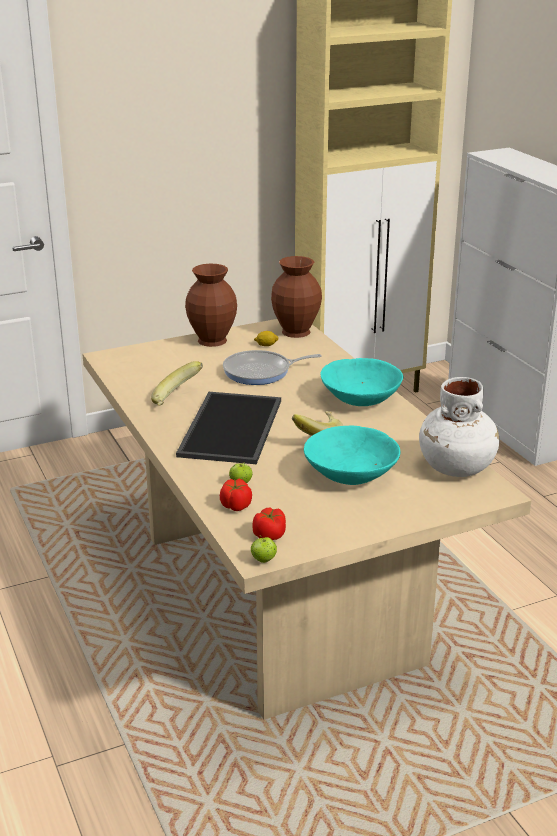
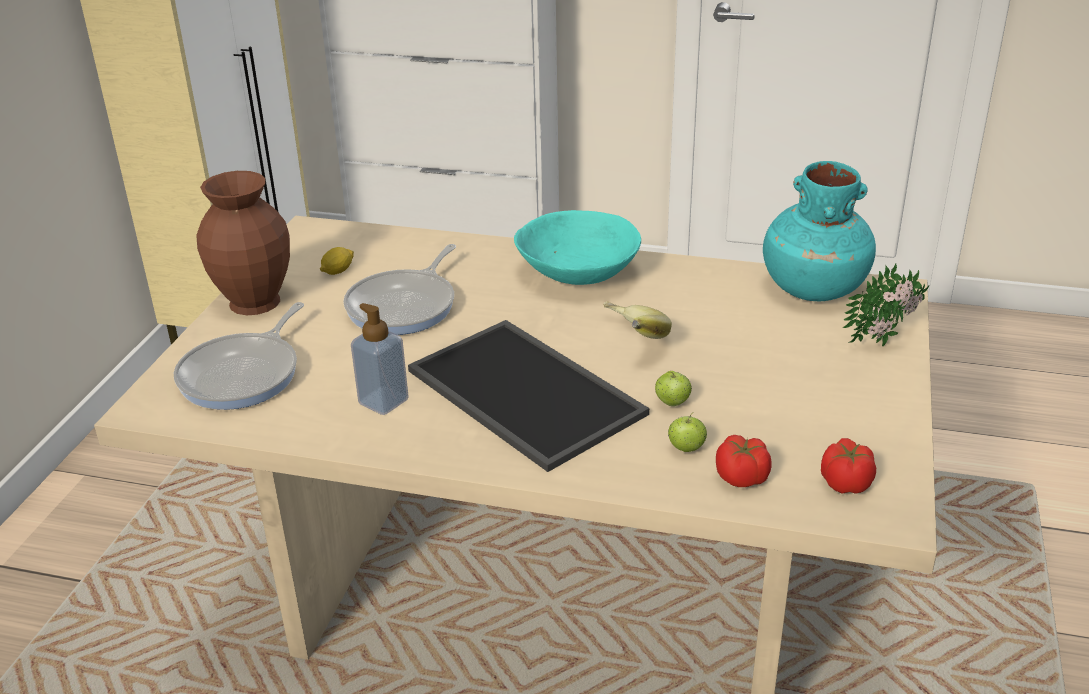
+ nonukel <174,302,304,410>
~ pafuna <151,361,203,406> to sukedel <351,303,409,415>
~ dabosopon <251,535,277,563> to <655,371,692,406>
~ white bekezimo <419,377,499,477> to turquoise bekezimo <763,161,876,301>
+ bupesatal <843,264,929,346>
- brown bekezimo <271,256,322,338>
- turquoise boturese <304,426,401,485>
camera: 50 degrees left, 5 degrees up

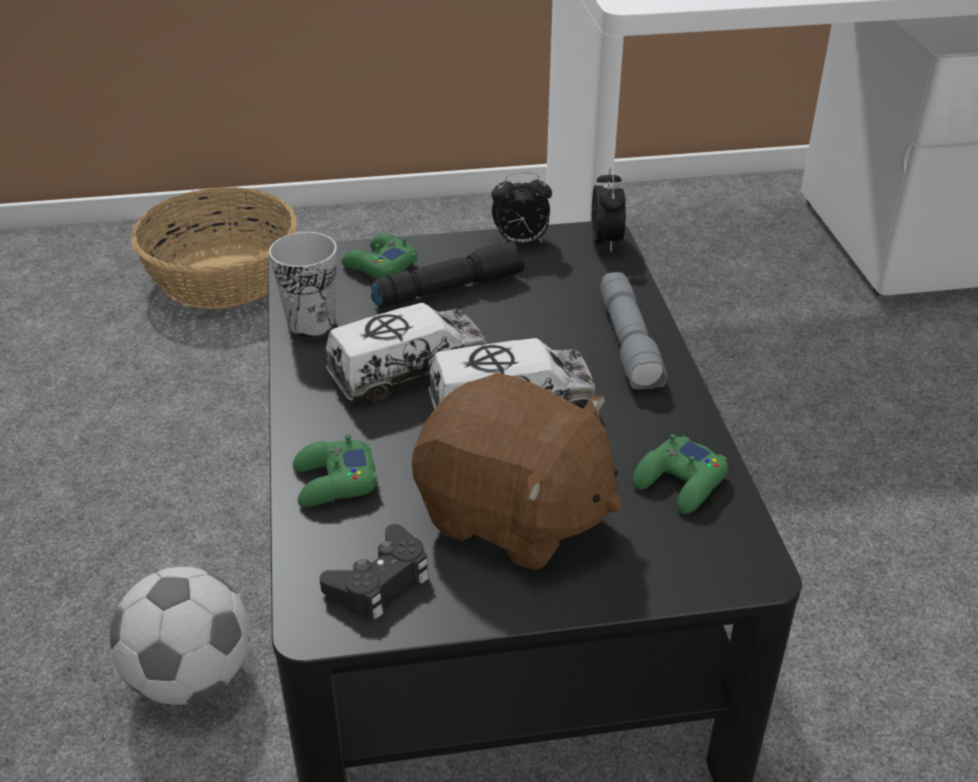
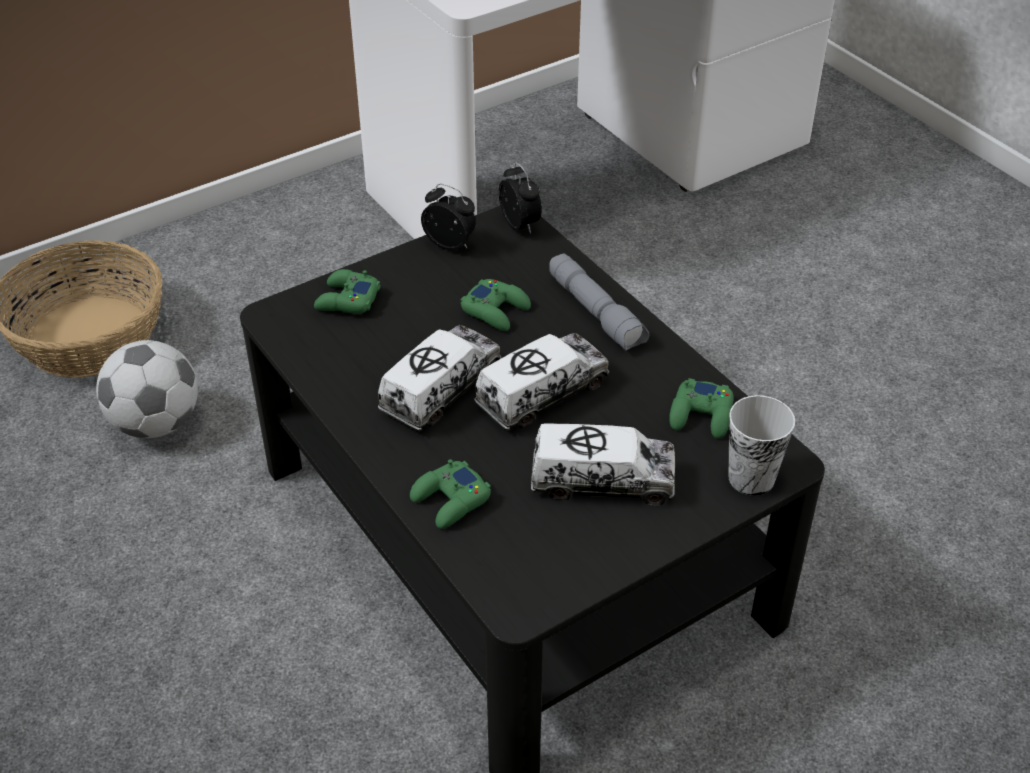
~ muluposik <110,567,249,705> to <96,340,198,438>
~ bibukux <491,172,552,244> = <421,184,476,251> 120 degrees counterclockwise
+ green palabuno <461,279,531,331>
~ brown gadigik <412,373,622,571> to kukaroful <531,423,675,506>
~ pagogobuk <269,232,337,338> to <729,395,795,496>
- black palabuno <320,524,429,619>
- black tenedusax <370,242,525,308>
camera: 25 degrees left, 5 degrees up

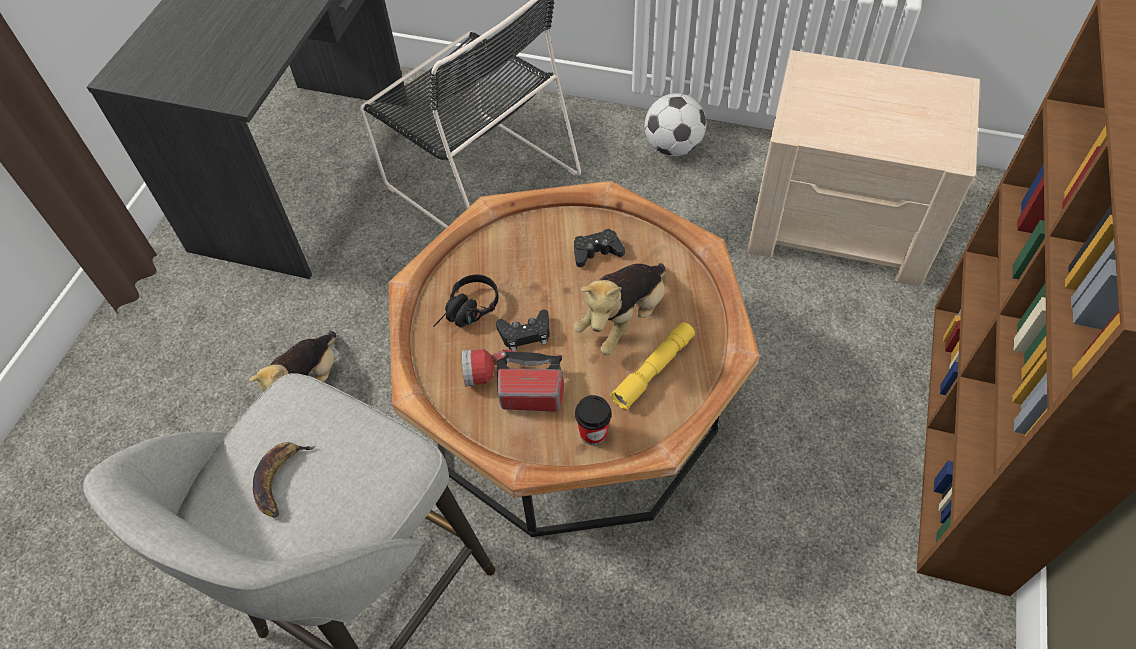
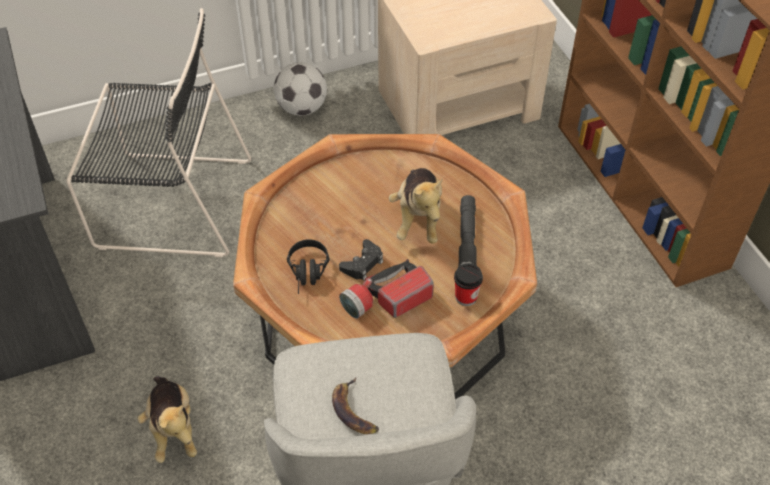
~ yellow tenedusax <610,322,695,410> to grey tenedusax <458,195,477,267>
- black palabuno <574,229,625,267>
camera: 40 degrees left, 5 degrees down

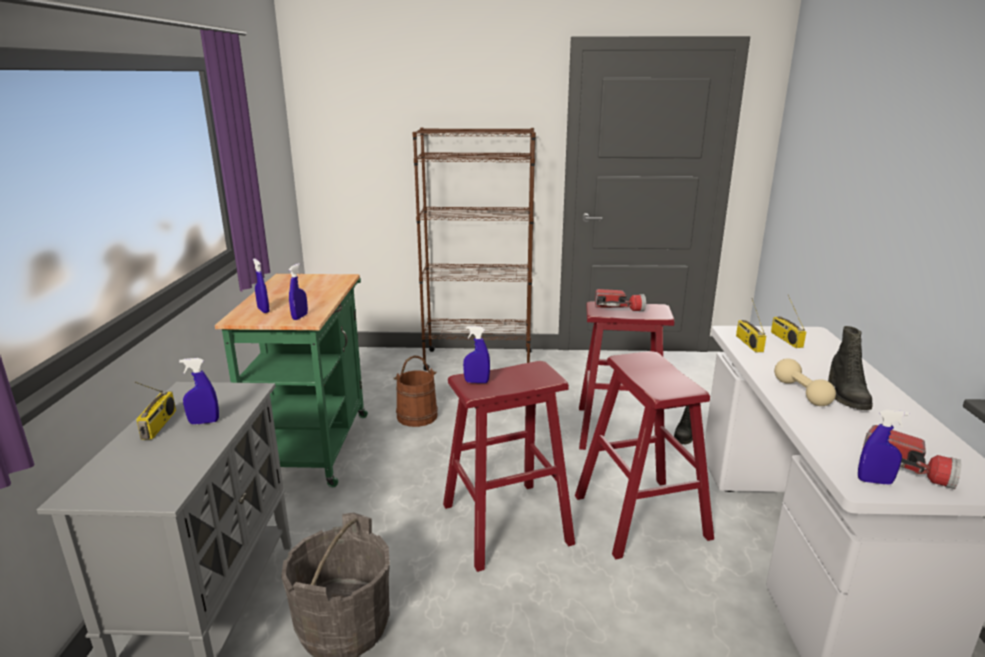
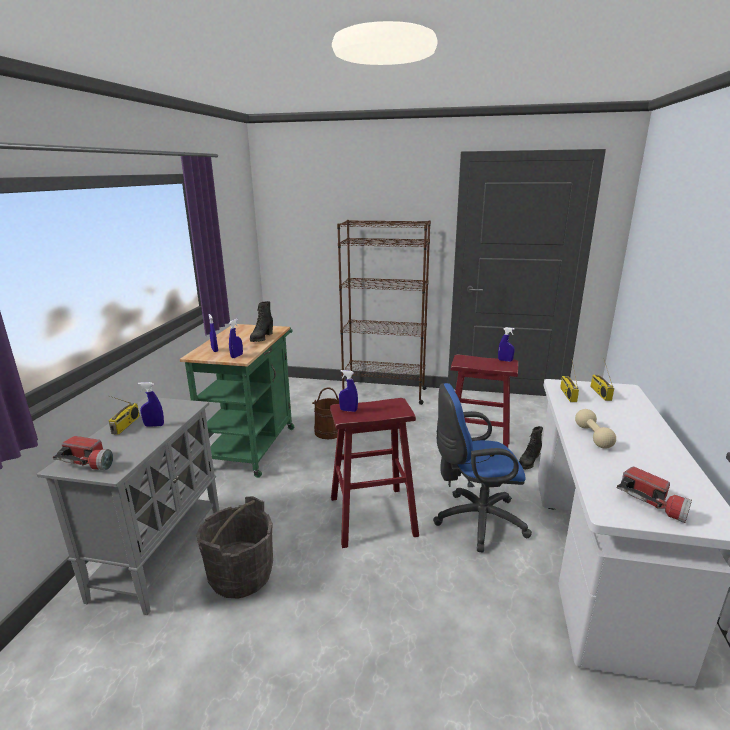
~ tenedusax <595,289,646,311> to <53,436,113,470>
~ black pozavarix <828,326,873,410> to <250,301,273,342>
~ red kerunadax <575,351,714,559> to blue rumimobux <433,383,532,553>
~ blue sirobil <858,409,909,485> to <498,327,515,362>
camera: 10 degrees right, 0 degrees up

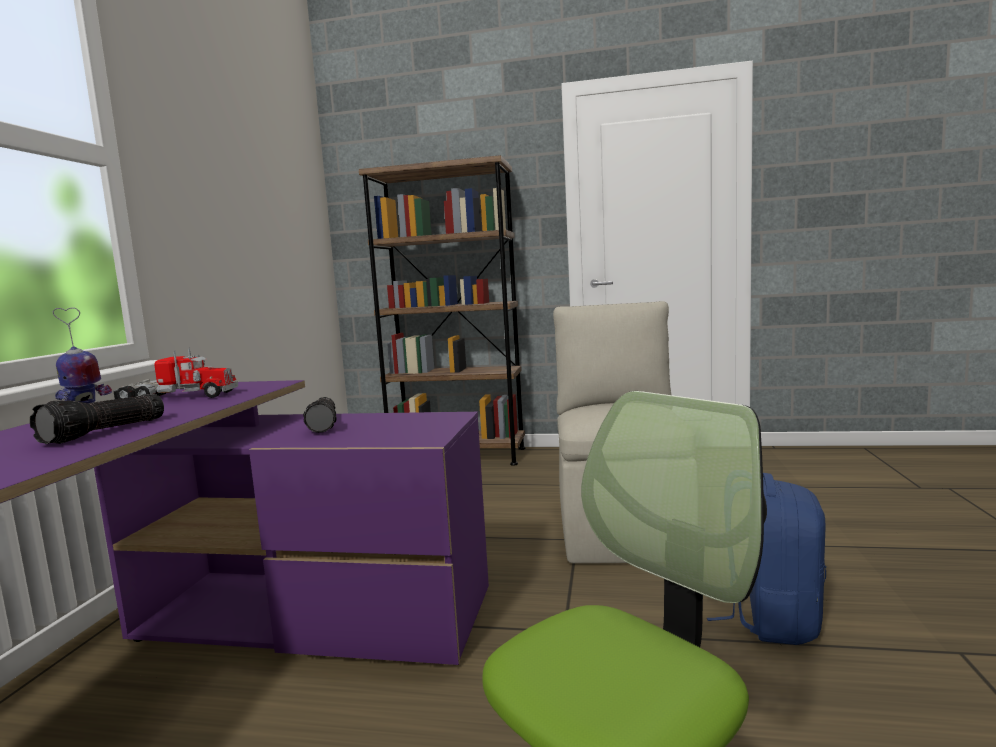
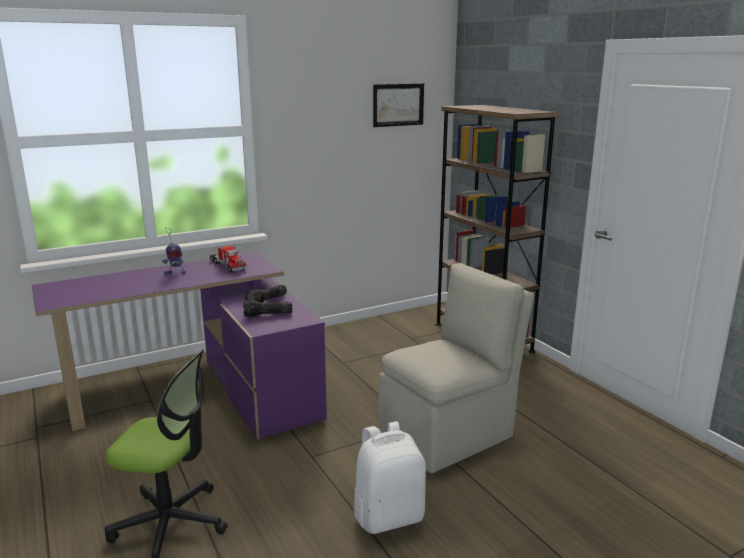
~ tenedusax <30,394,164,444> to <243,300,292,317>
~ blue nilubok <707,473,826,645> to white nilubok <354,422,426,534>
+ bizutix <373,84,424,127>
camera: 50 degrees right, 10 degrees up

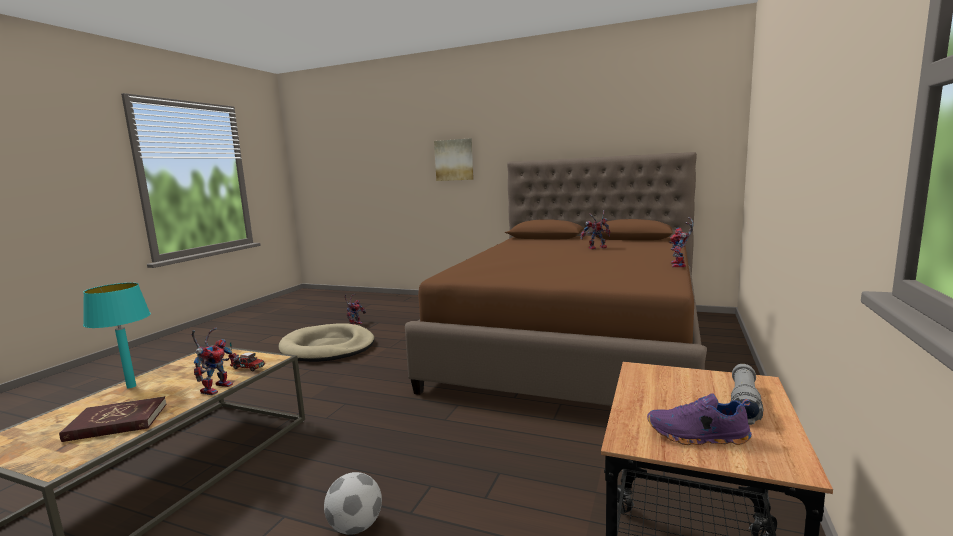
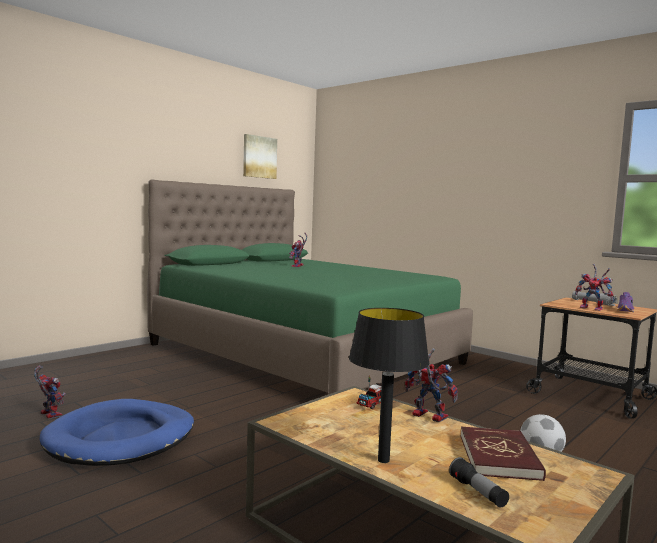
~ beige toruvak <279,323,375,362> to blue toruvak <40,399,194,466>
~ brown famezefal <405,152,707,406> to green famezefal <147,180,473,394>
~ bizutix <434,138,474,181> to <243,134,277,179>
~ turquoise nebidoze <83,283,151,388> to black nebidoze <349,308,429,463>
+ tenedusax <449,457,509,508>
~ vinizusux <669,217,694,267> to <575,263,614,311>
camera: 70 degrees left, 5 degrees down

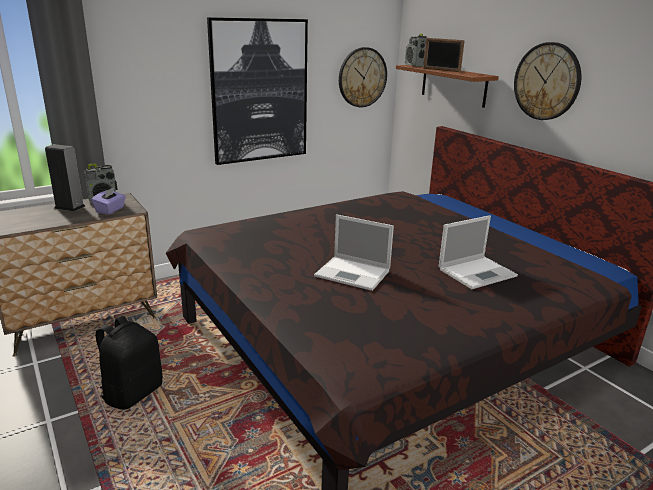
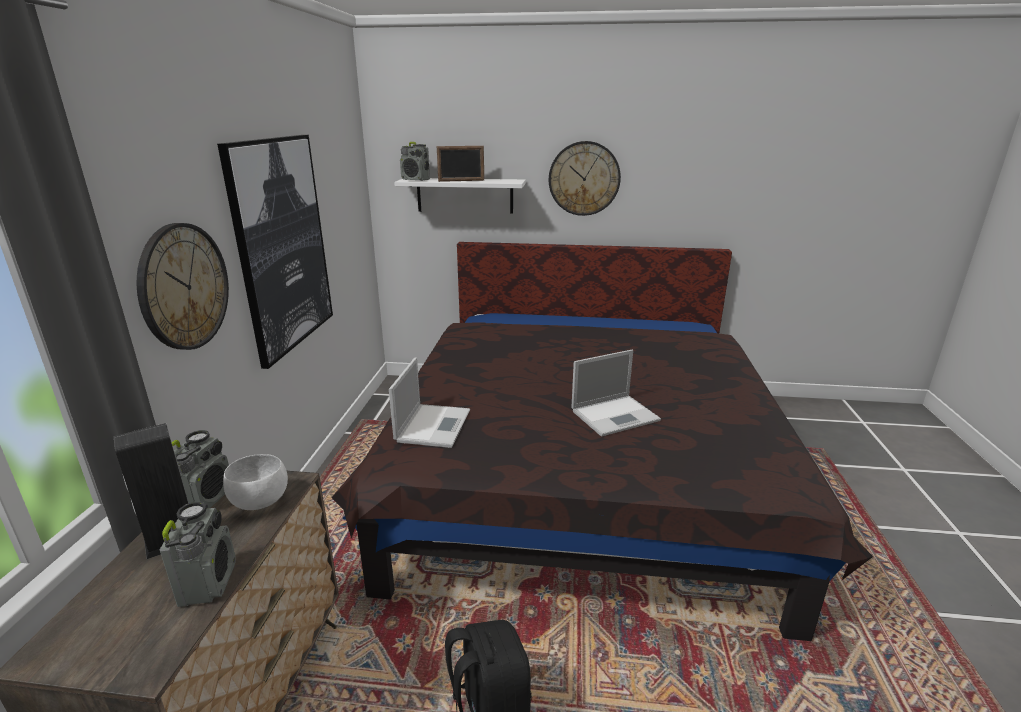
~ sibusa <339,47,387,107> to <137,223,229,350>
+ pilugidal <160,502,235,607>
~ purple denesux <92,187,126,215> to white boturese <223,455,288,510>
~ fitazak <439,215,518,289> to <389,357,470,448>
~ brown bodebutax <396,65,499,108> to white bodebutax <394,178,526,214>
camera: 50 degrees left, 0 degrees up

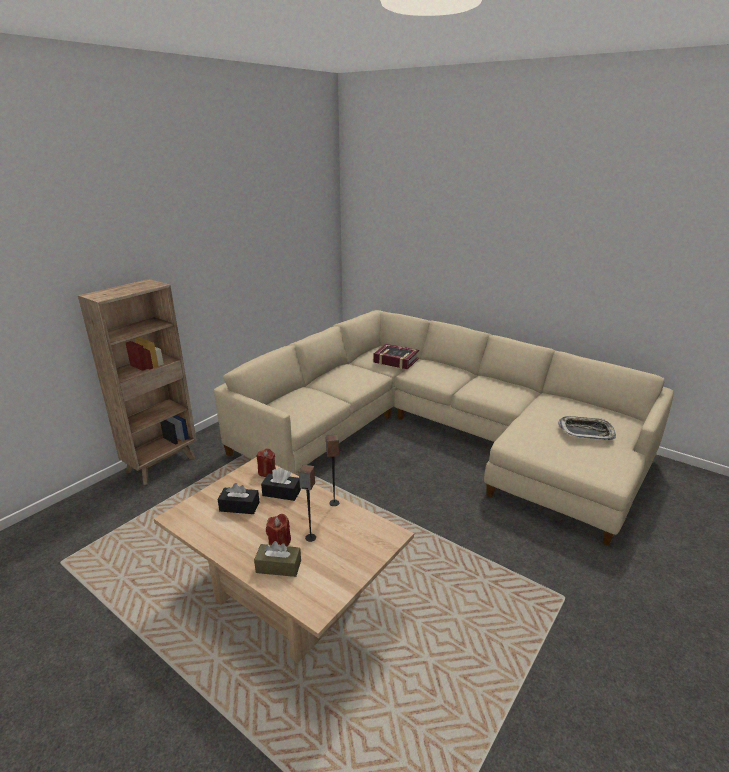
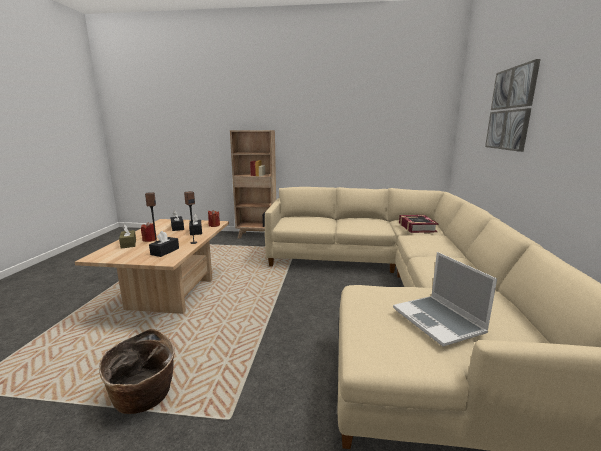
+ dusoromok <99,328,175,414>
+ black denesux <149,231,179,257>
~ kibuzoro <558,416,616,440> to fitazak <393,252,497,346>
+ bizutix <485,59,541,152>
camera: 60 degrees right, 10 degrees down

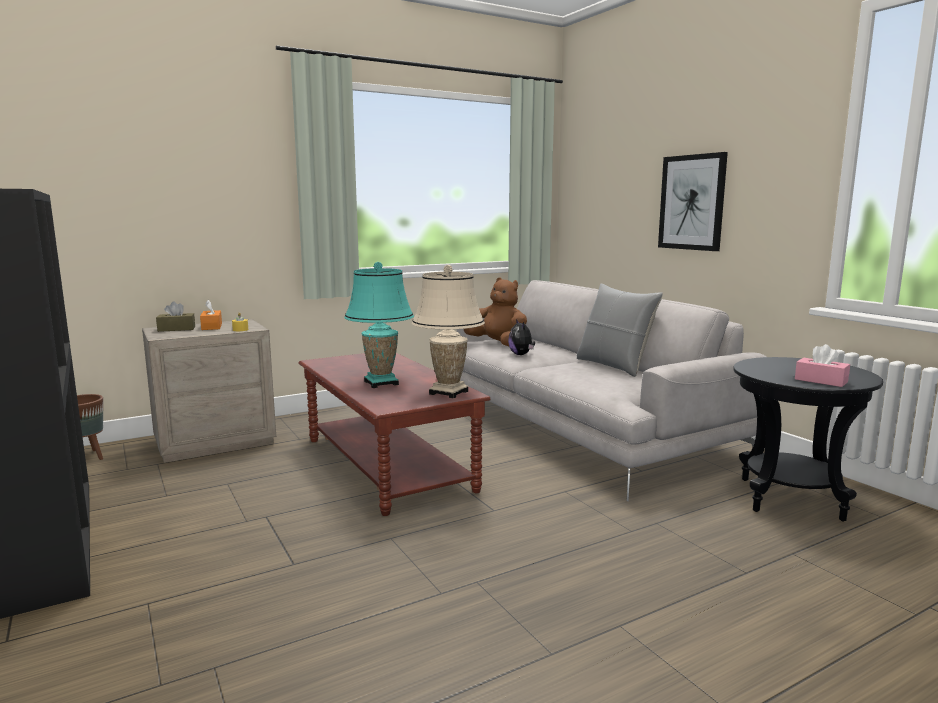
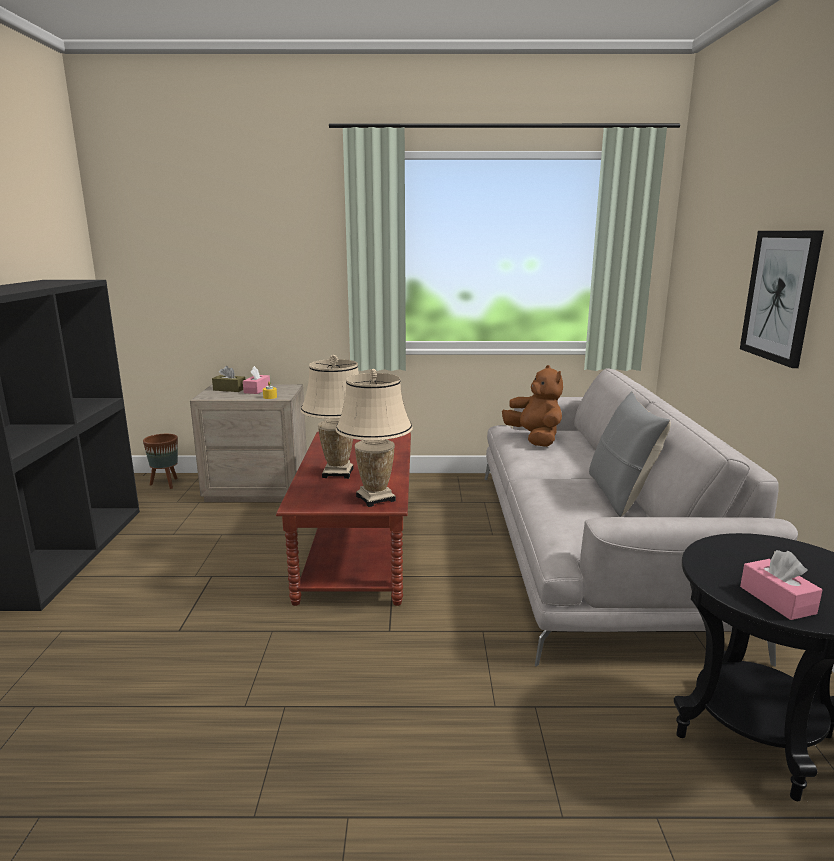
~ orange denesux <200,300,222,330> to pink denesux <243,366,270,394>
~ turquoise nebidoze <344,262,414,388> to beige nebidoze <301,355,359,479>
- gadigik <508,319,535,355>
camera: 30 degrees right, 5 degrees up

